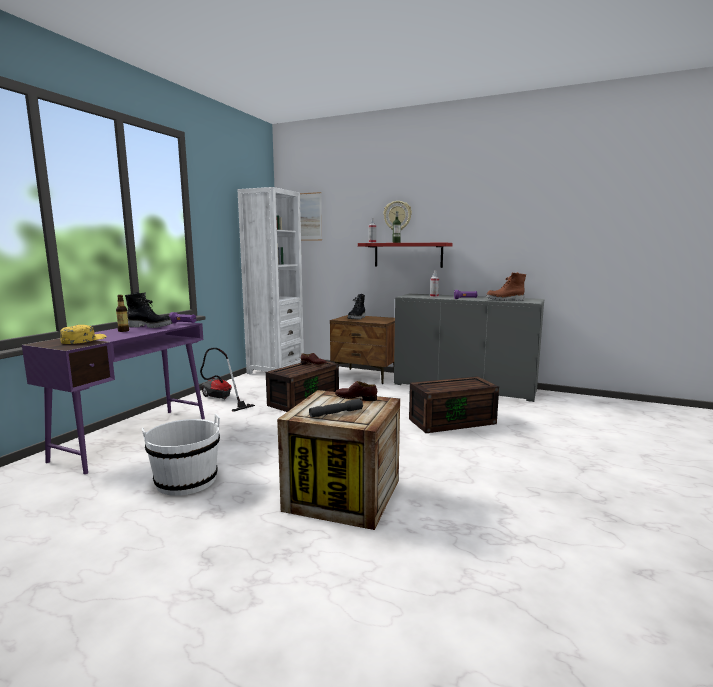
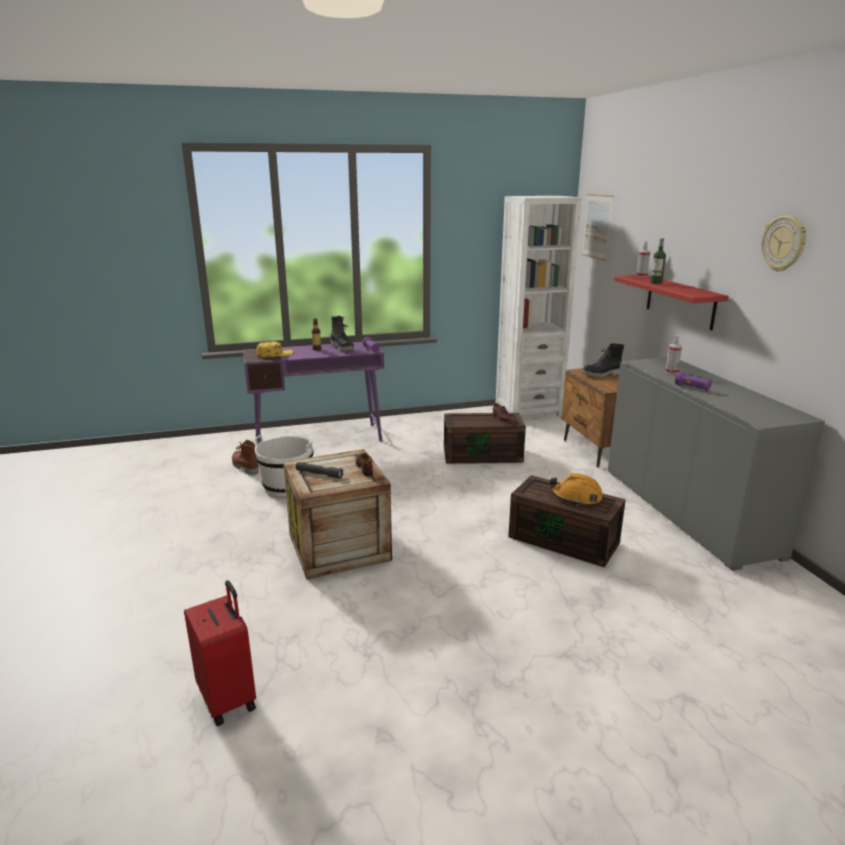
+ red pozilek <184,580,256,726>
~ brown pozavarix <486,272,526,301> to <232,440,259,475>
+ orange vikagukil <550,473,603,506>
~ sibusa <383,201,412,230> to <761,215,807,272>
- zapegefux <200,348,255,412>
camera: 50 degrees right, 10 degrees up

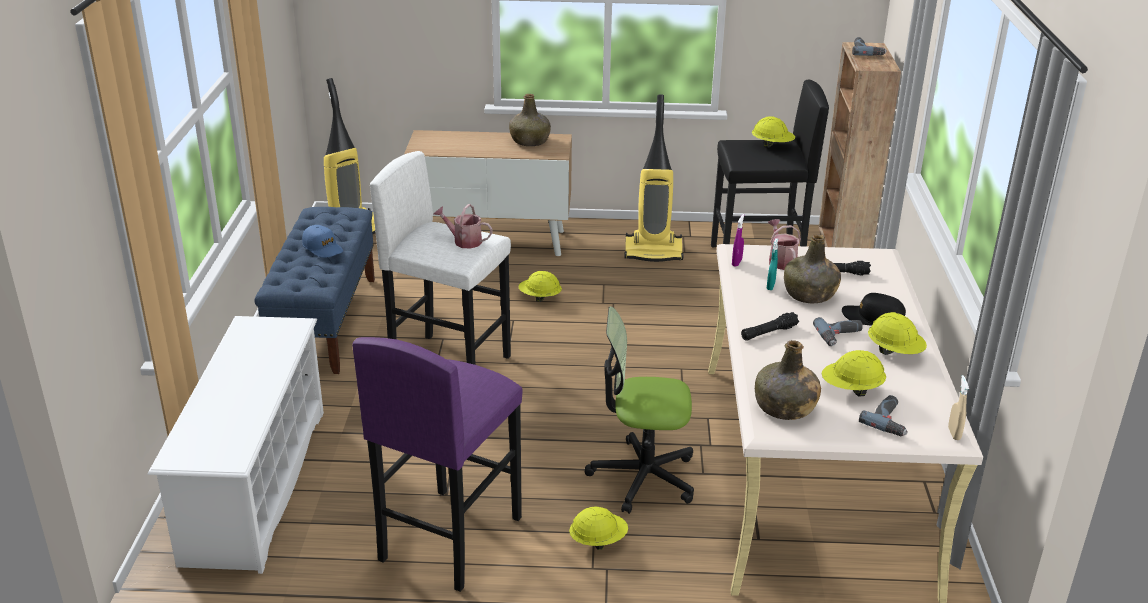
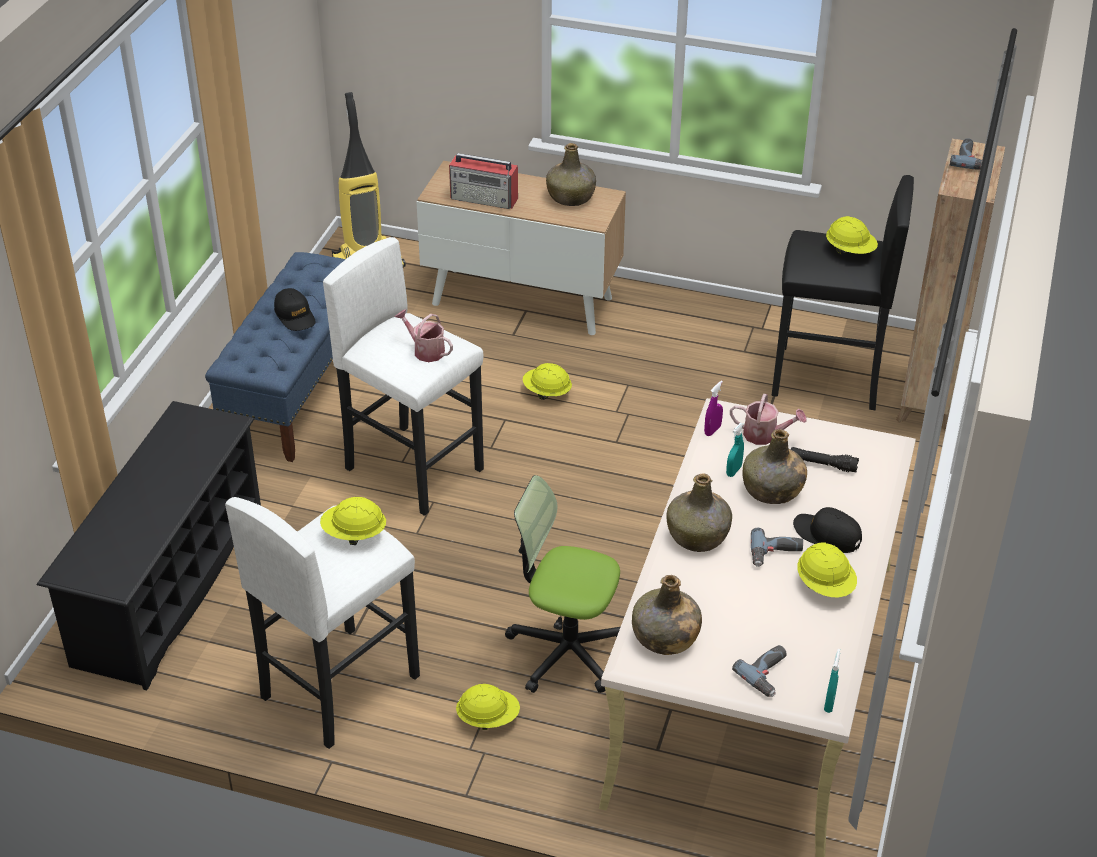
~ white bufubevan <147,316,324,574> to black bufubevan <37,401,261,690>
~ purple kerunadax <352,337,522,592> to white kerunadax <225,497,420,749>
~ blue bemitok <302,225,343,258> to black bemitok <274,288,315,331>
~ yellow vikagukil <821,350,886,396> to <320,497,386,545>
+ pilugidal <449,153,518,209>
~ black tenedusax <741,312,799,341> to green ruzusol <667,473,732,552>
~ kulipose <768,219,801,270> = <730,394,807,445> 105 degrees clockwise
~ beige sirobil <948,375,969,440> to turquoise sirobil <824,649,840,713>
- zapegefux <624,94,683,262>
camera: 15 degrees right, 10 degrees up

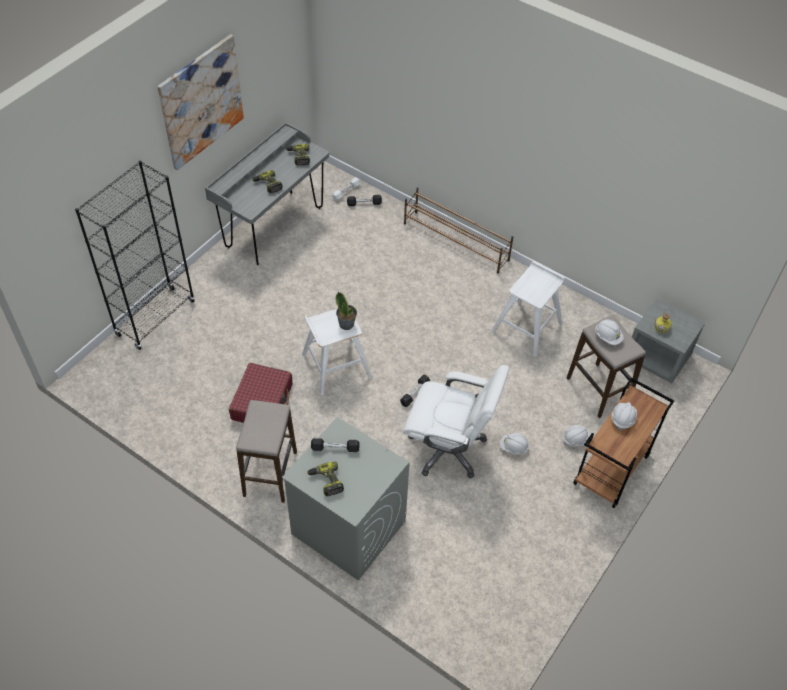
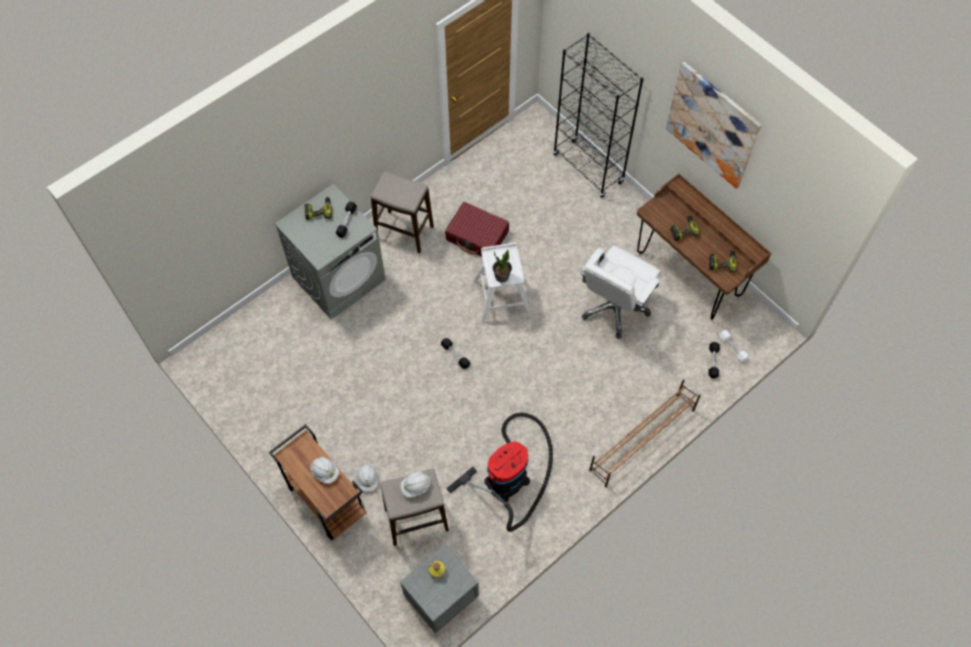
~ white kerunadax <491,261,565,357> to zapegefux <447,413,553,532>
~ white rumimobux <403,365,509,478> to <580,245,661,339>
~ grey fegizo <205,122,329,265> to brown fegizo <636,174,771,320>
- white vikagukil <500,433,529,455>
camera: 105 degrees right, 10 degrees up

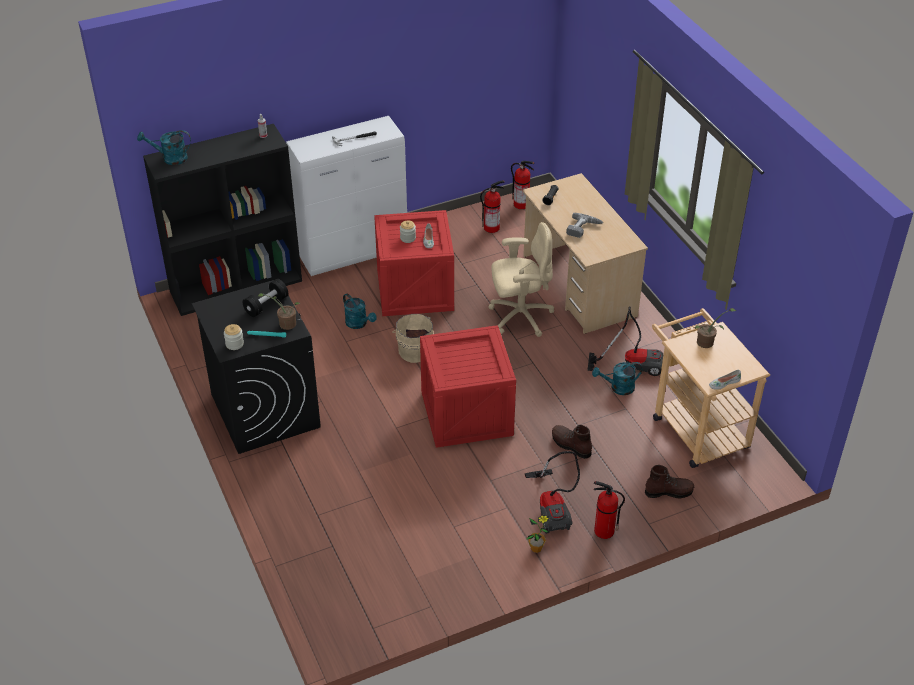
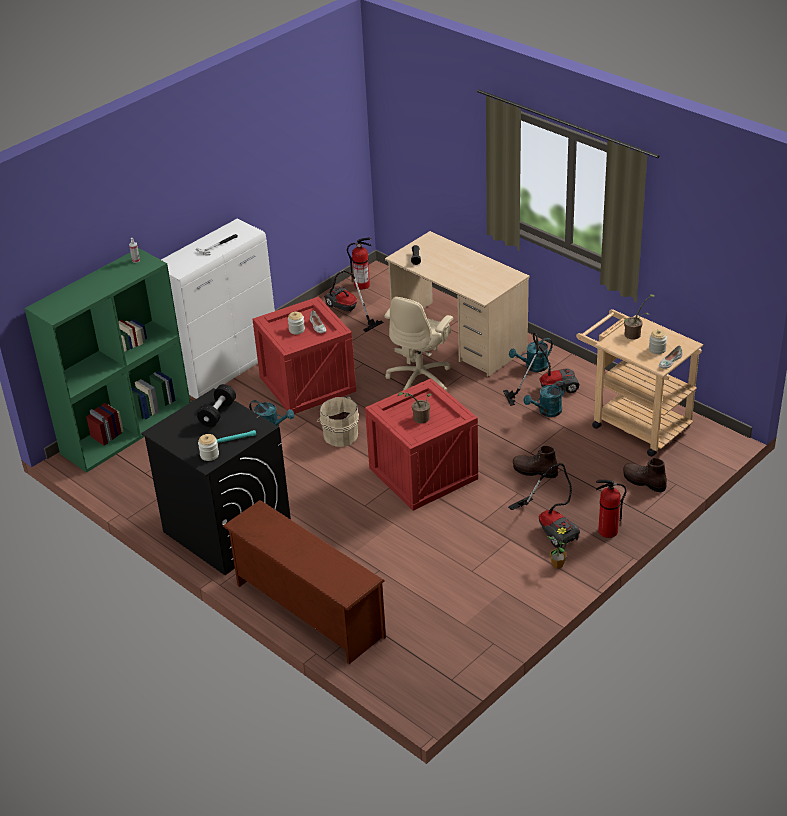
~ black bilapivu <143,124,302,316> to green bilapivu <24,248,190,473>
+ brown bufubevan <223,500,386,664>
~ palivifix <480,180,505,233> to zapegefux <324,270,384,332>
~ beige rumimobux <488,222,554,337> = <385,297,453,391> 150 degrees clockwise
~ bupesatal <257,293,300,330> to <397,392,431,423>
~ turquoise kulipose <137,130,191,165> to <509,338,553,372>
~ brown pozavarix <645,465,694,498> = <623,458,667,492> 120 degrees counterclockwise
+ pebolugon <649,330,667,354>
- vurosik <566,213,603,238>
camera: 20 degrees left, 5 degrees down

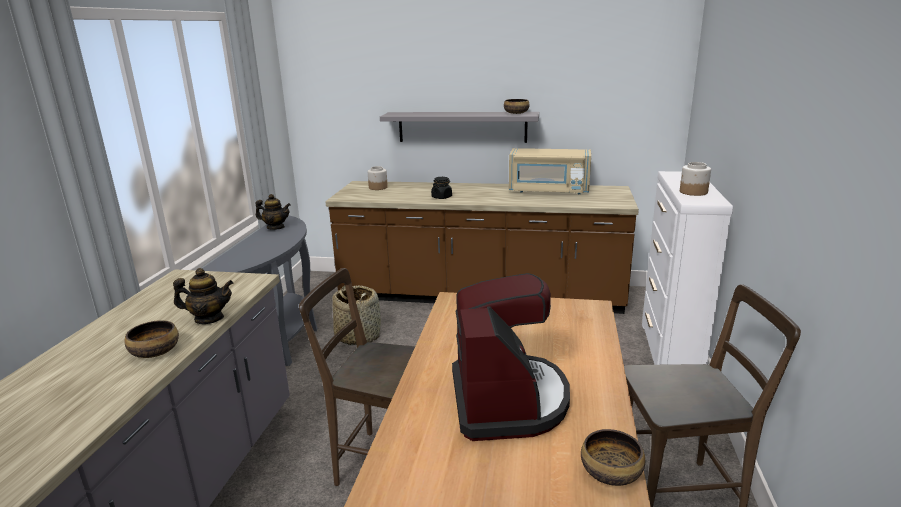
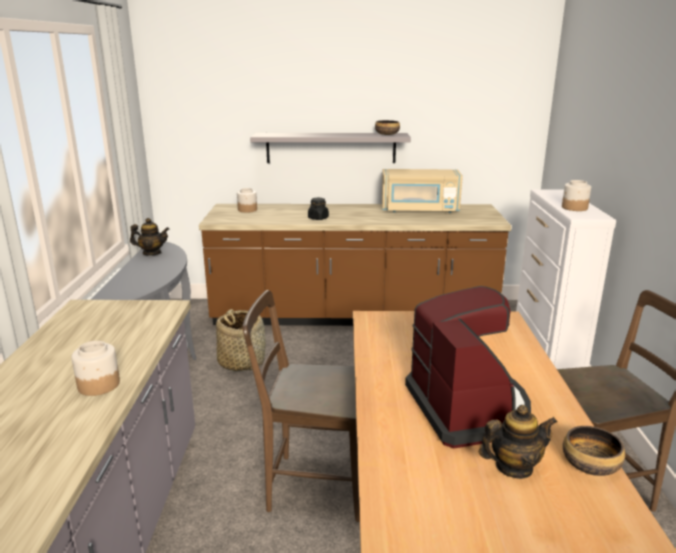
~ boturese <125,320,179,358> to pebolugon <71,341,120,396>
~ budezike <173,268,233,324> to <479,405,557,479>
camera: 10 degrees left, 0 degrees up

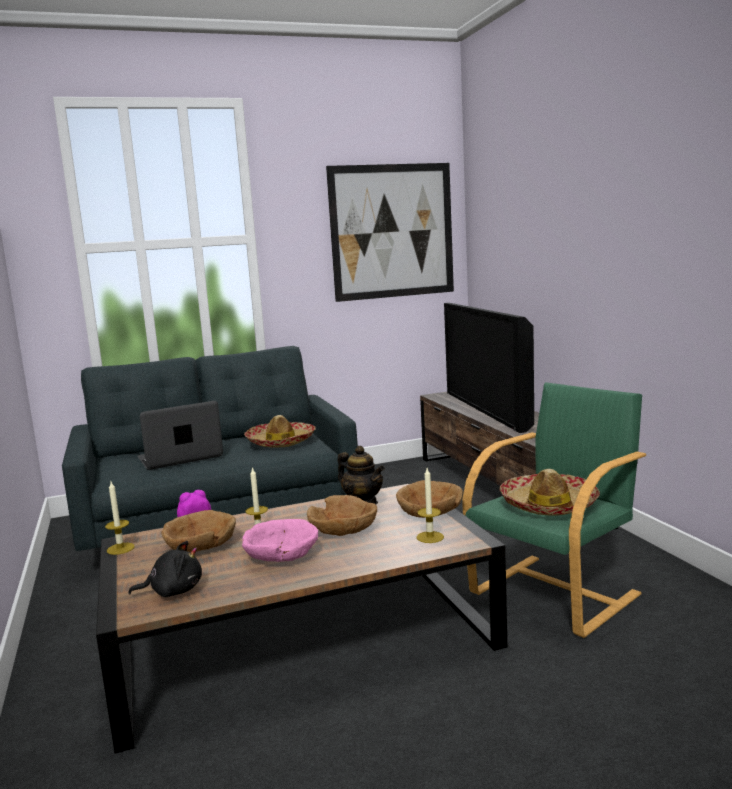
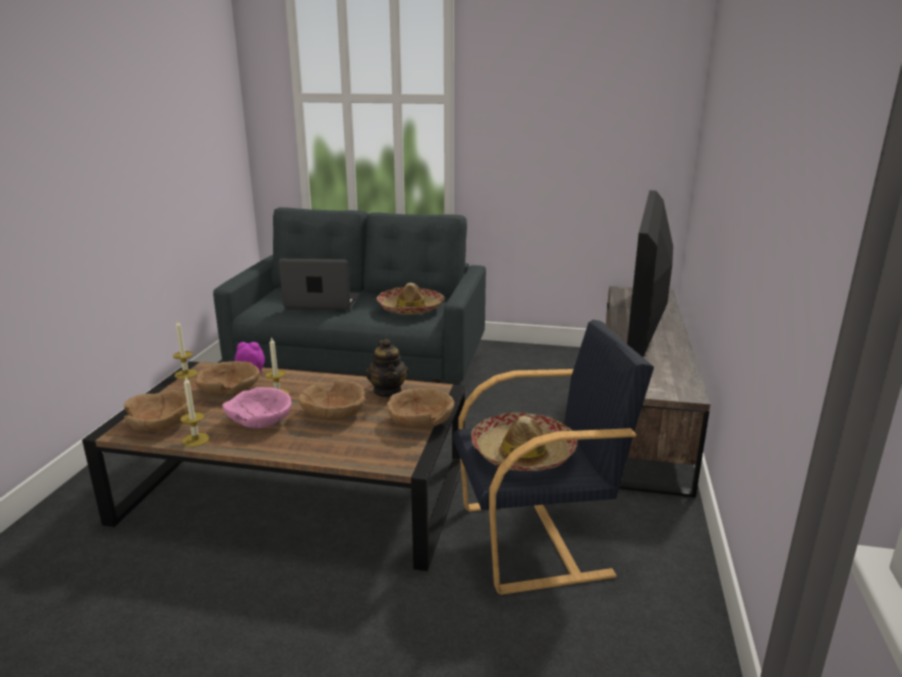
~ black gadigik <128,541,202,597> to brown boturese <124,390,189,431>
~ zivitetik <416,468,444,543> to <180,377,210,447>
~ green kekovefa <462,382,646,638> to black kekovefa <453,320,654,595>
- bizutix <326,163,454,302>
camera: 30 degrees right, 10 degrees up

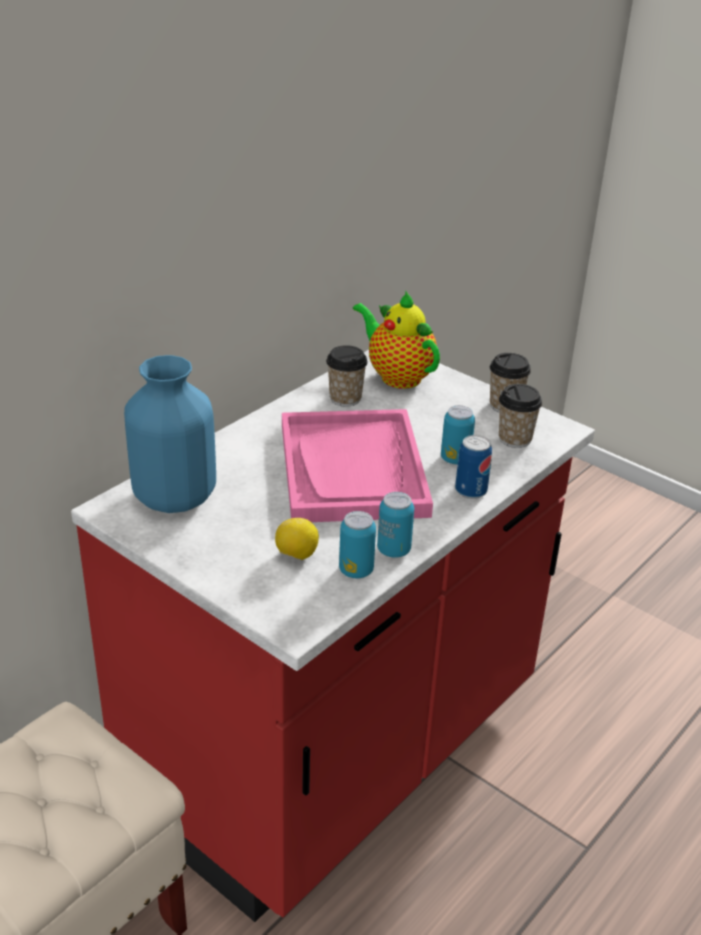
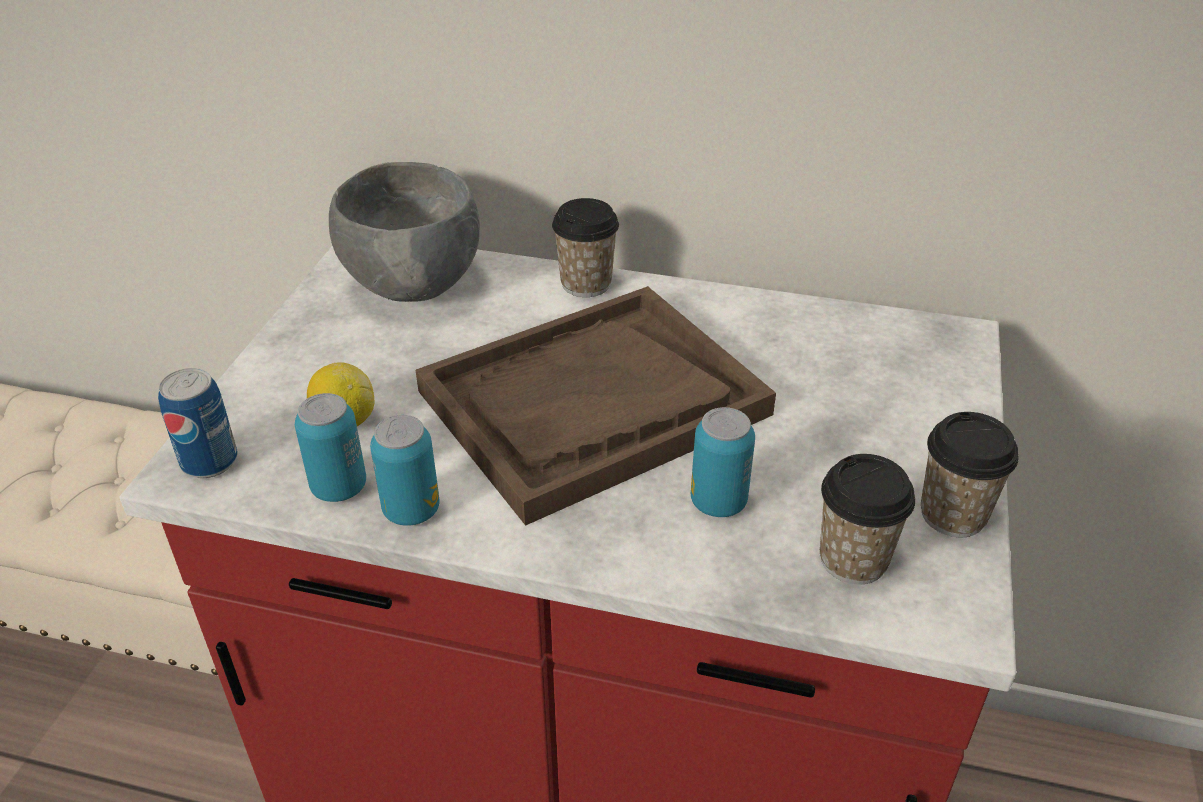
~ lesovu <455,435,492,499> to <158,368,238,478>
~ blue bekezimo <124,355,216,513> to grey boturese <329,162,480,302>
~ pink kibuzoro <282,409,433,522> to brown kibuzoro <416,286,776,525>
~ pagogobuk <326,345,368,407> to <552,198,619,297>
- budezike <353,290,440,389>
camera: 65 degrees right, 5 degrees up

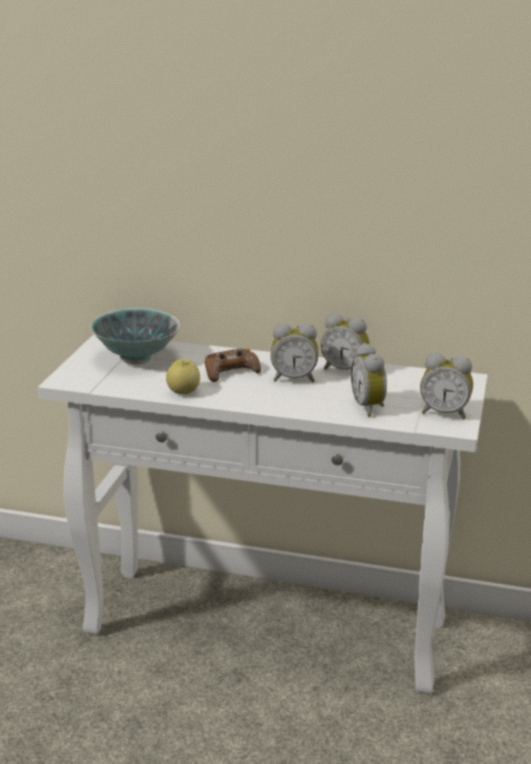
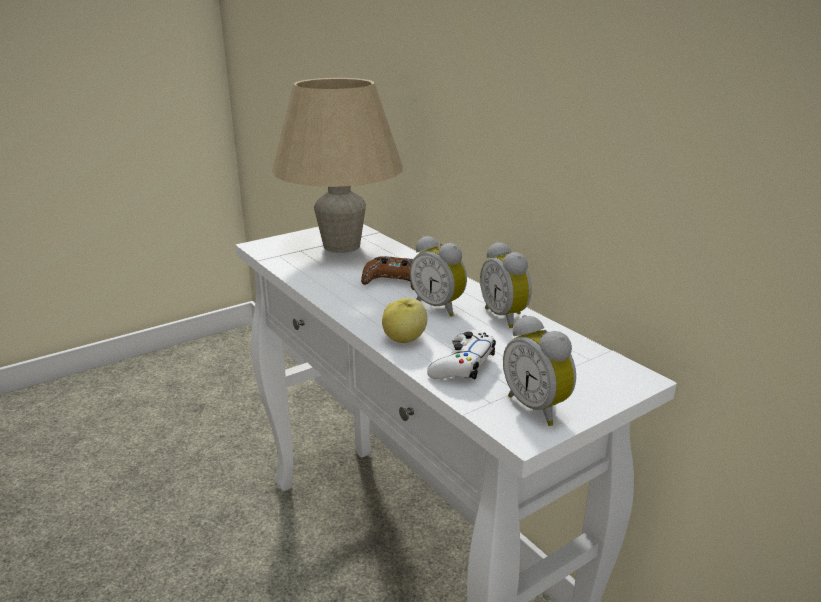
~ boturese <90,308,180,364> to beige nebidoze <272,78,403,253>
~ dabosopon <166,359,200,394> to <382,298,427,343>
~ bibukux <351,343,387,417> to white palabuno <427,330,496,379>
camera: 40 degrees right, 0 degrees up

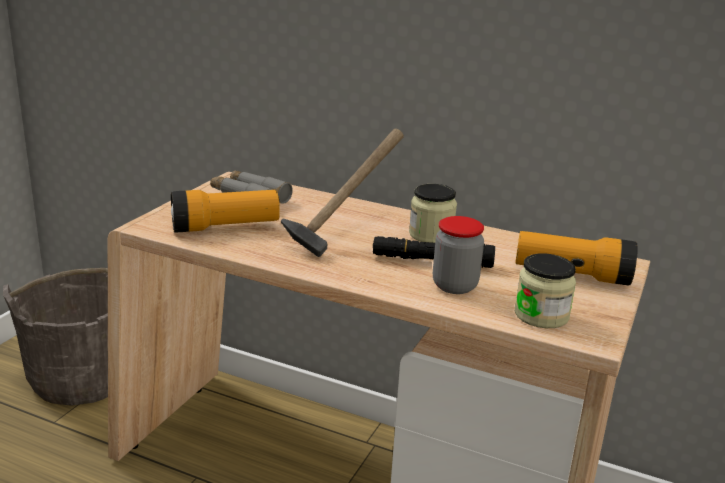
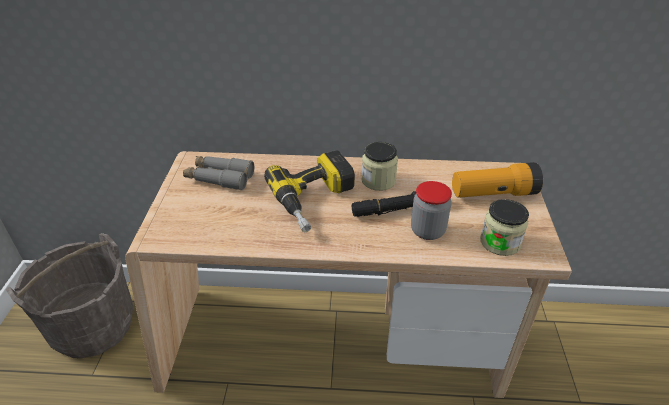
~ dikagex <281,129,404,257> to vurosik <264,150,355,232>
- tenedusax <171,190,280,233>
camera: 20 degrees left, 15 degrees up

